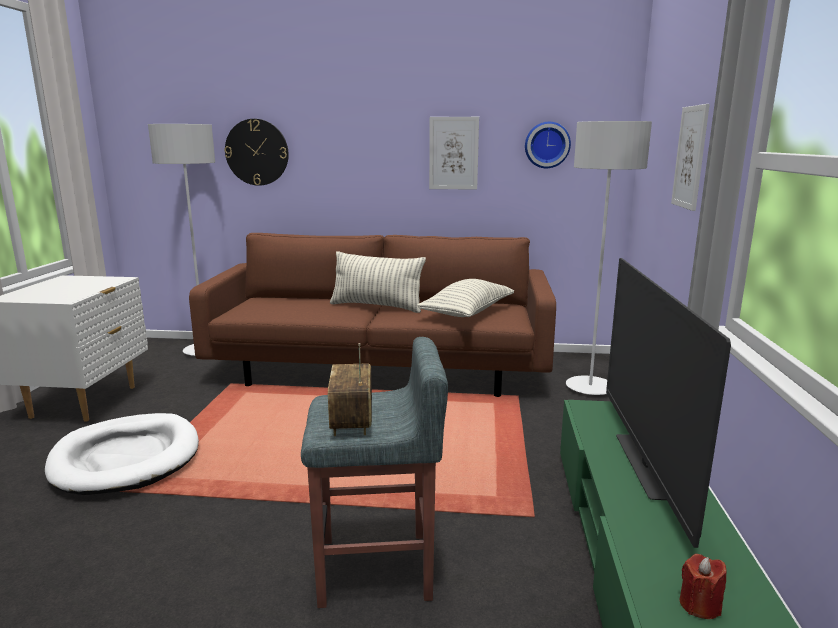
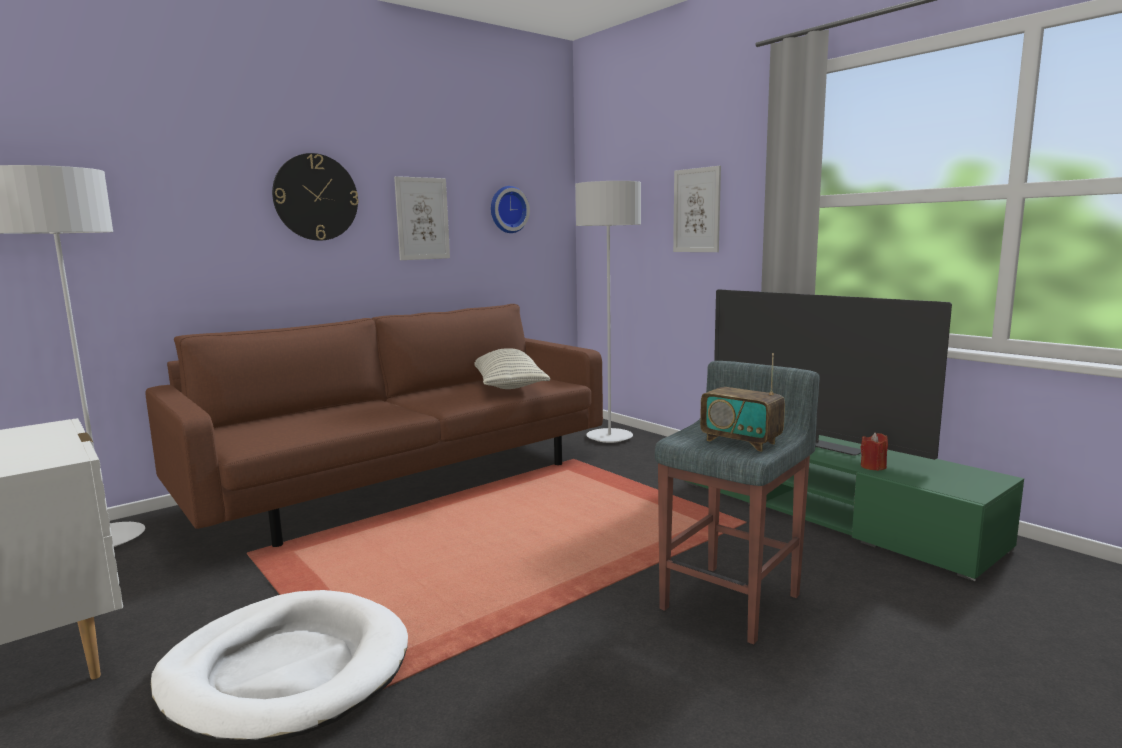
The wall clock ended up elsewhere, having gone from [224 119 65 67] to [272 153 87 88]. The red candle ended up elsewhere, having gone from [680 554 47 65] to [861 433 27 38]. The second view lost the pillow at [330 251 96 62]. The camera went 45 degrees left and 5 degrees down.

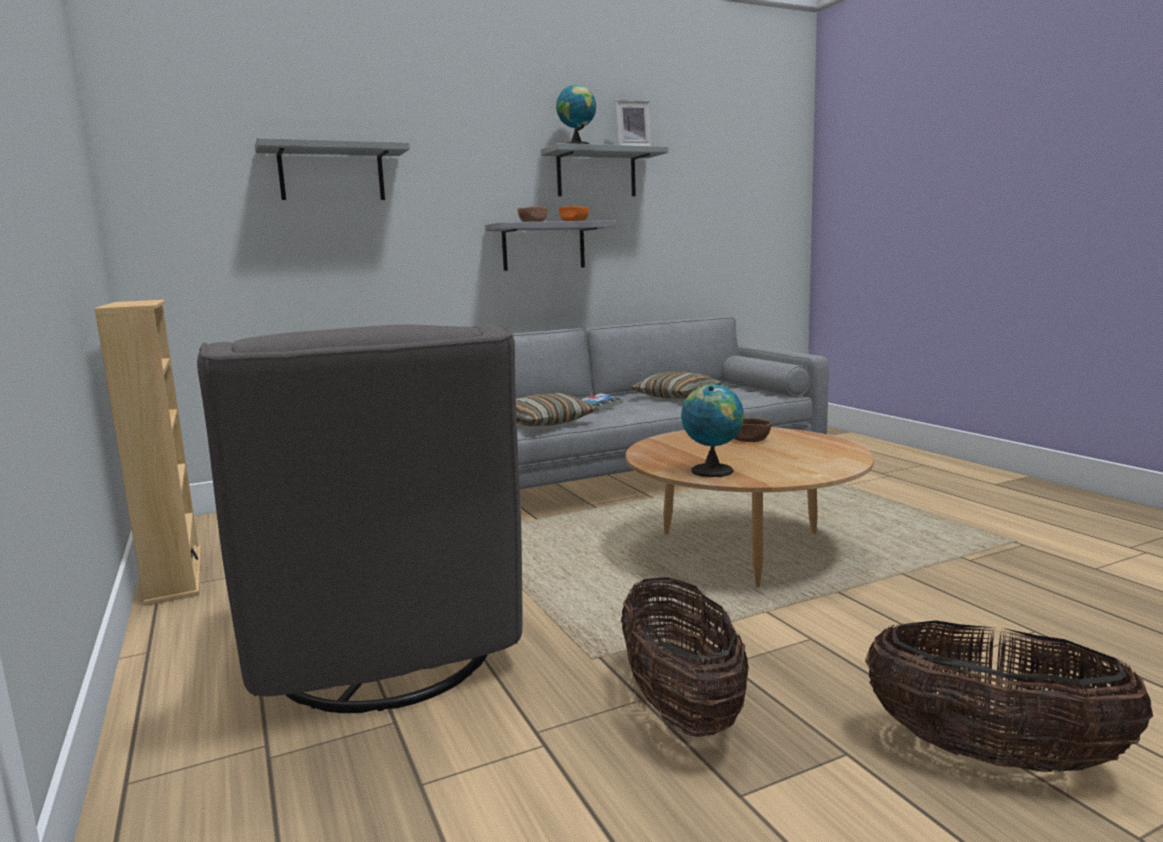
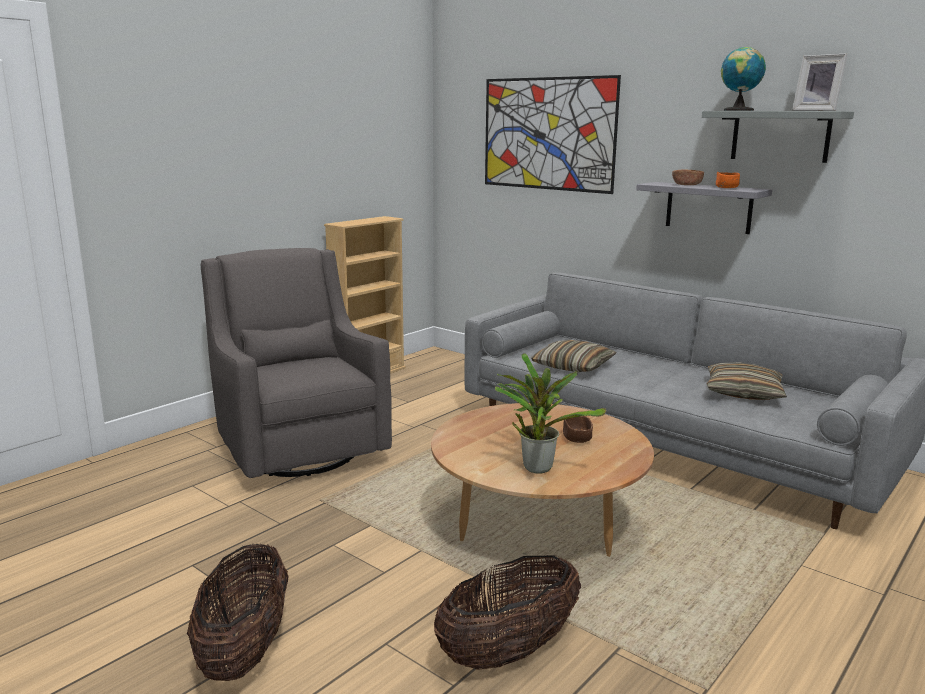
The grey armchair at [197 324 326 389] ended up facing another way, 105 degrees clockwise from before. The basket ended up elsewhere, having gone from [621 577 128 160] to [434 555 147 115]. Where the grey shelf hung at [255 138 155 62], the picture came to hang at [485 75 136 119]. The second view gained the potted plant at [495 353 111 121]. The second view lost the book at [580 393 43 18]. The second view lost the globe at [681 384 63 93]. The camera went 65 degrees right and 5 degrees up.

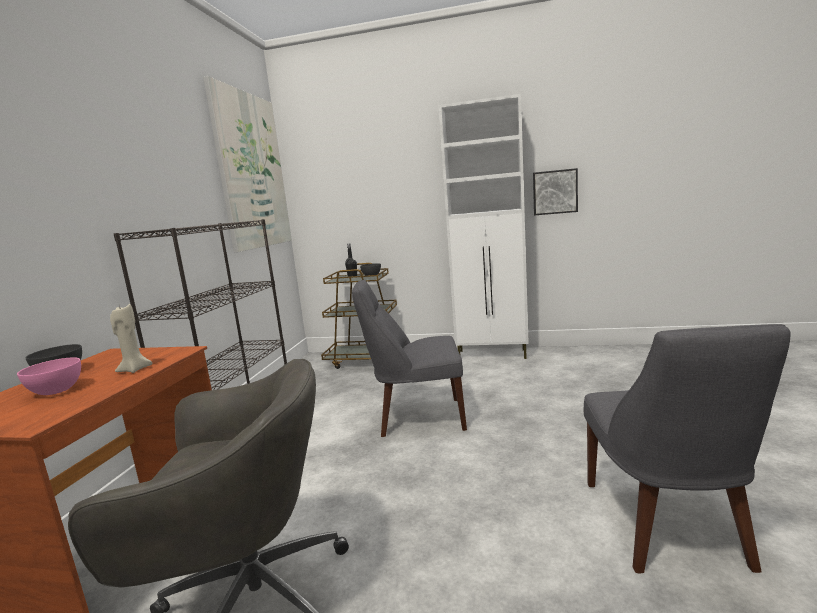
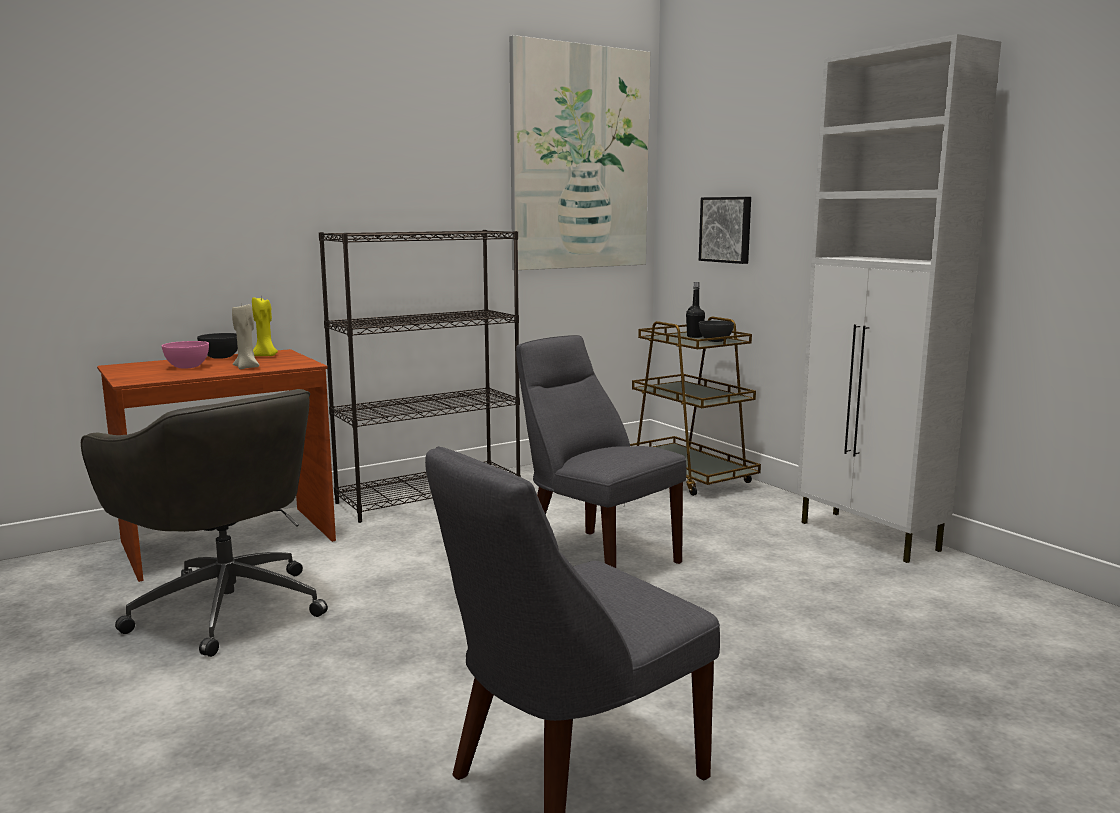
The second view gained the yellow candle at [252 297 26 59]. The picture ended up elsewhere, having gone from [533 168 45 47] to [699 197 52 67]. The camera went 45 degrees right and 0 degrees up.

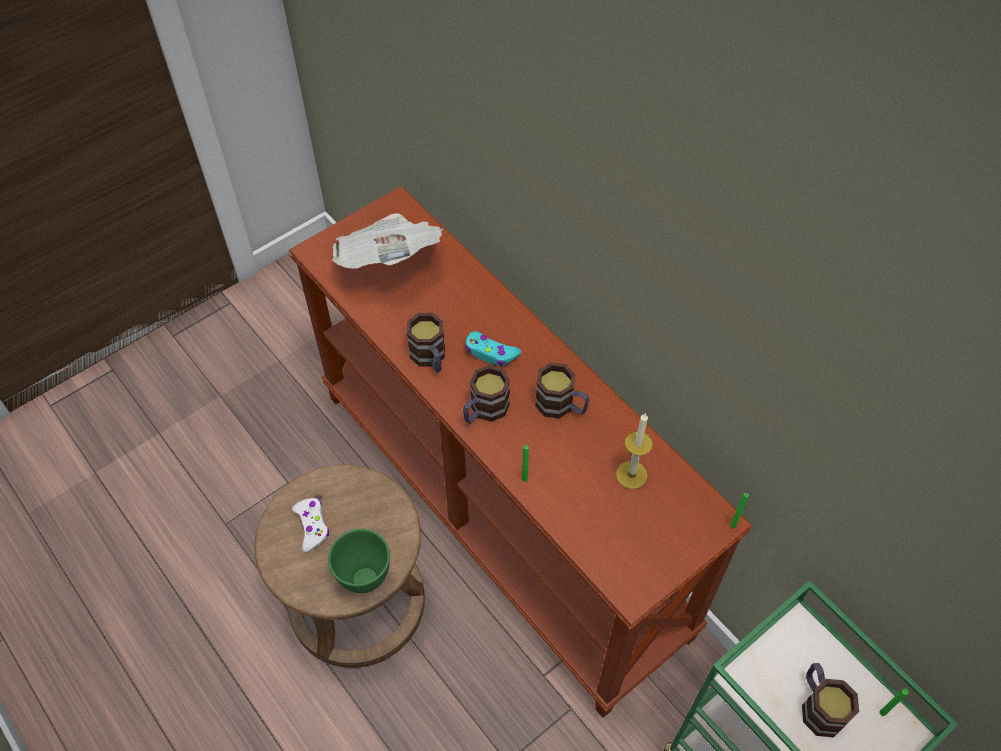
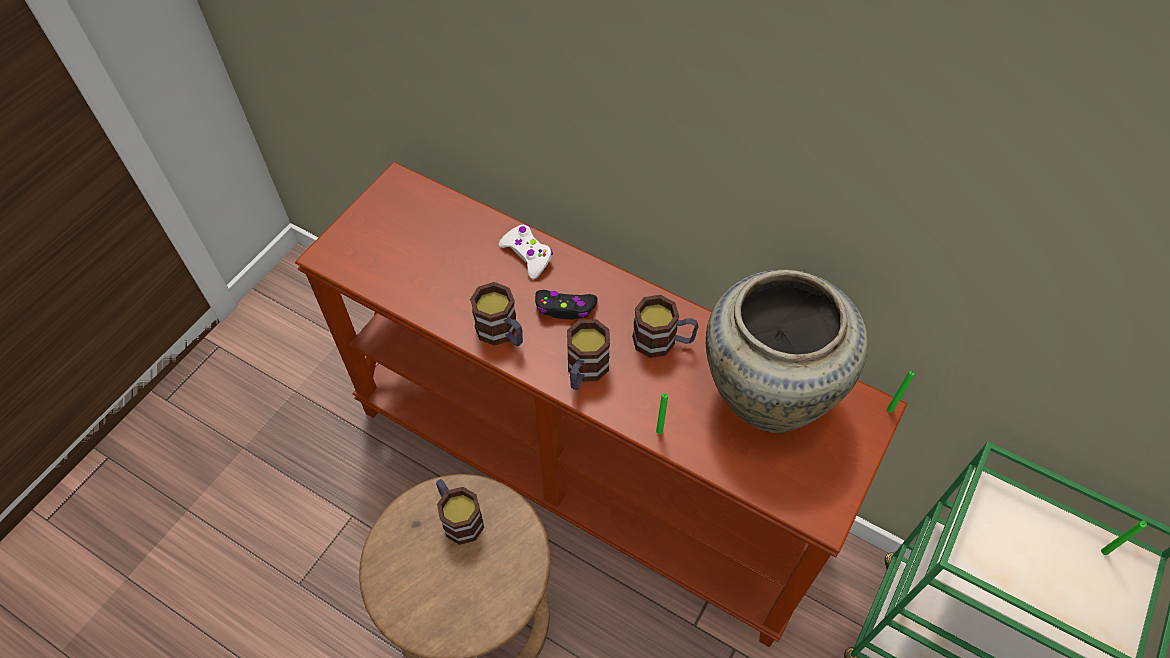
The mug ended up elsewhere, having gone from [802 663 57 74] to [436 479 48 66]. The white game controller ended up elsewhere, having gone from [292 498 37 54] to [499 225 54 54]. What was the turquoise game controller at [465 331 56 35] turned into the black game controller at [535 290 63 30]. Where the candle stood at [616 414 37 75], the beige vase came to stand at [706 270 162 163]. The second view lost the green bowl at [328 529 62 64]. The second view lost the newspaper at [332 213 111 56]. The camera went 20 degrees left and 0 degrees up.

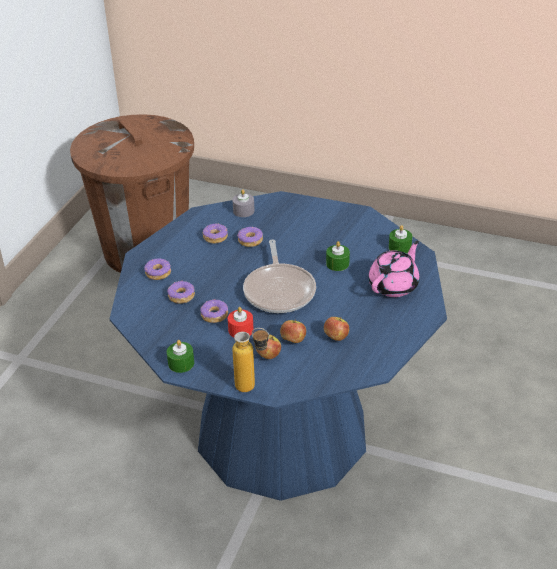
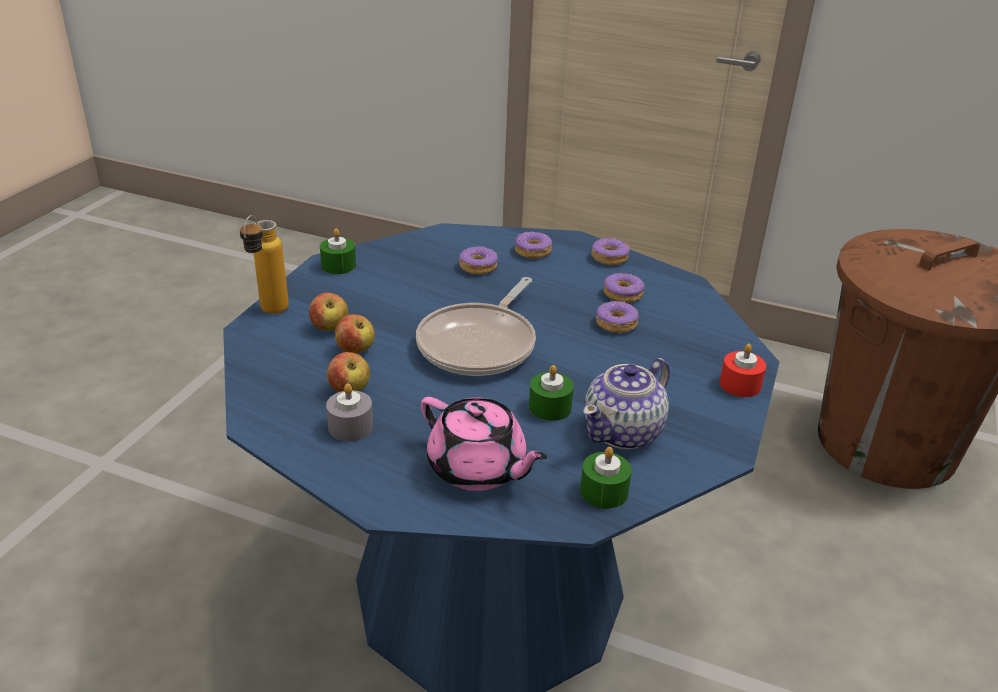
The grey candle ended up elsewhere, having gone from [232 189 23 28] to [326 383 47 58]. The frying pan at [243 239 73 74] ended up facing another way, 60 degrees counterclockwise from before. The second view gained the teapot at [583 358 87 91]. The donut ended up elsewhere, having gone from [200 299 28 24] to [591 238 39 27]. The red candle ended up elsewhere, having gone from [228 307 26 30] to [720 344 46 53]. The camera went 90 degrees right and 5 degrees down.

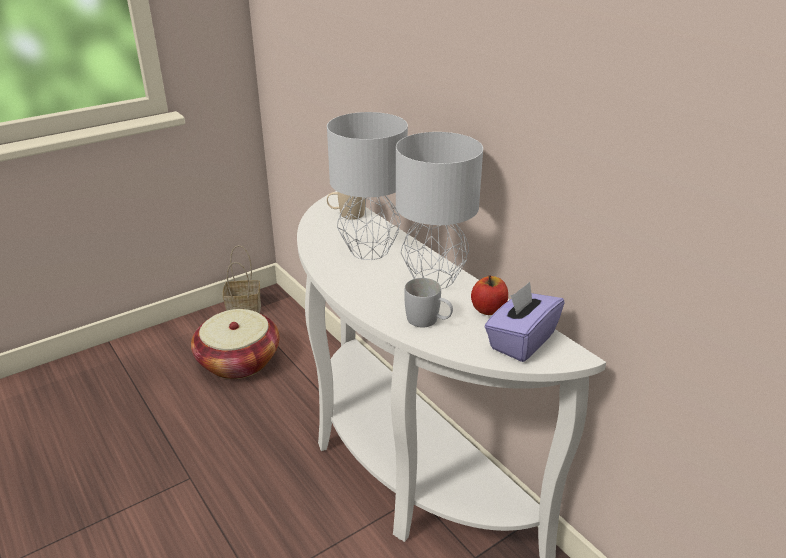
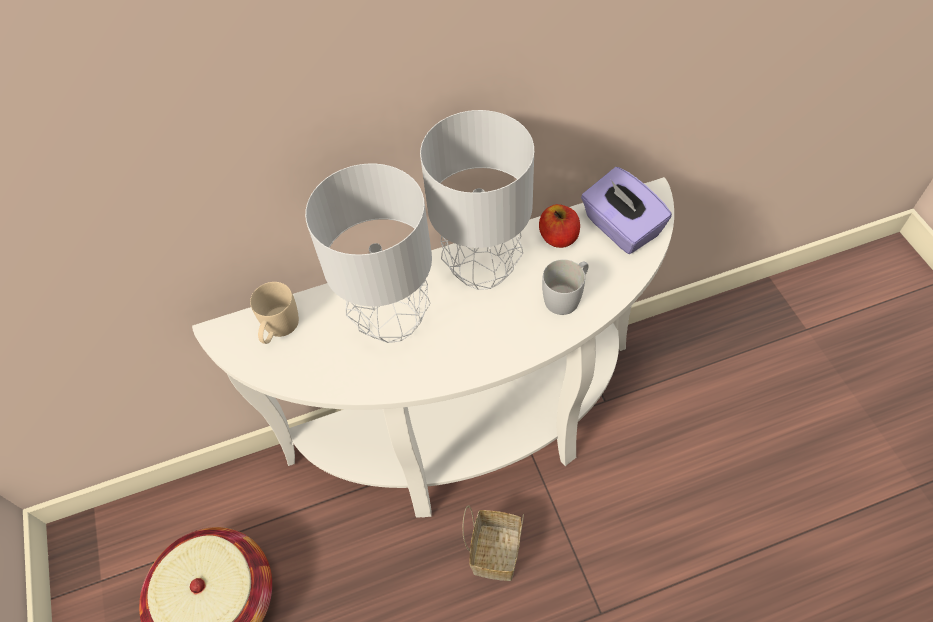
The basket ended up elsewhere, having gone from [223 245 38 68] to [462 505 62 76]. The camera went 70 degrees left and 25 degrees up.

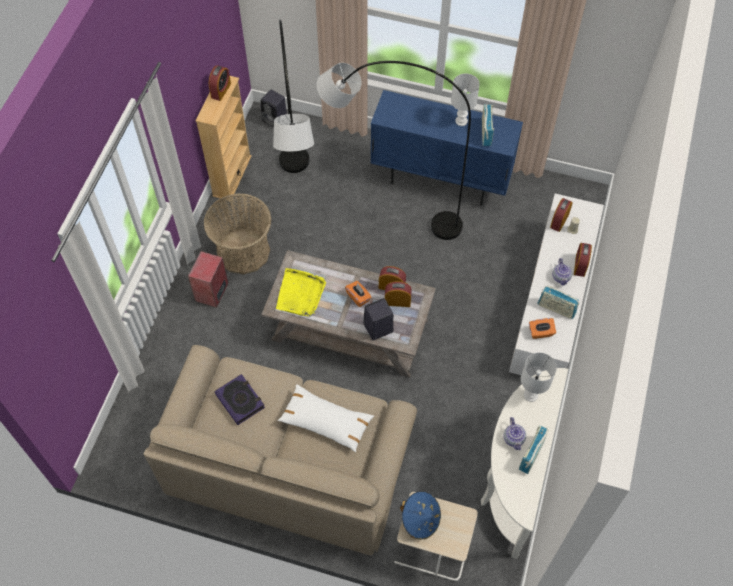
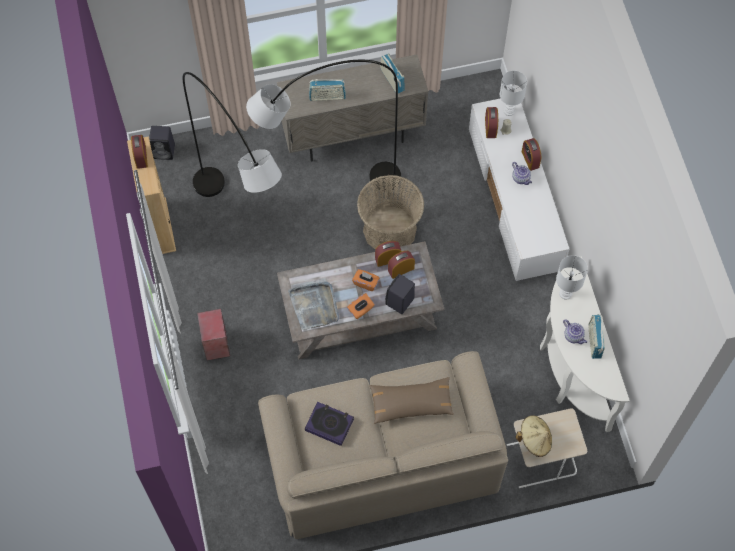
What was the blue cabinet at [370 90 153 116] turned into the beige cabinet at [277 54 151 108]. What was the yellow tray at [276 268 50 49] turned into the grey tray at [288 281 51 49]. The radio ended up elsewhere, having gone from [538 286 41 33] to [309 79 37 22]. The orange tissue box ended up elsewhere, having gone from [529 318 27 21] to [347 293 28 26]. The basket ended up elsewhere, having gone from [203 193 69 82] to [357 175 67 74]. What was the white pillow at [278 384 96 68] turned into the brown pillow at [369 377 85 47]. The white table lamp ended up elsewhere, having gone from [451 73 29 53] to [500 71 27 45]. What was the blue hat at [400 492 41 48] turned into the beige hat at [515 416 37 41]. The camera went 30 degrees left and 5 degrees up.

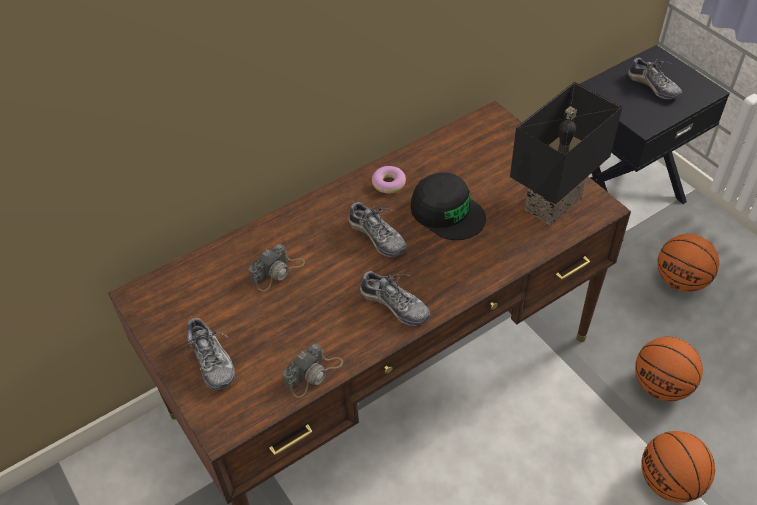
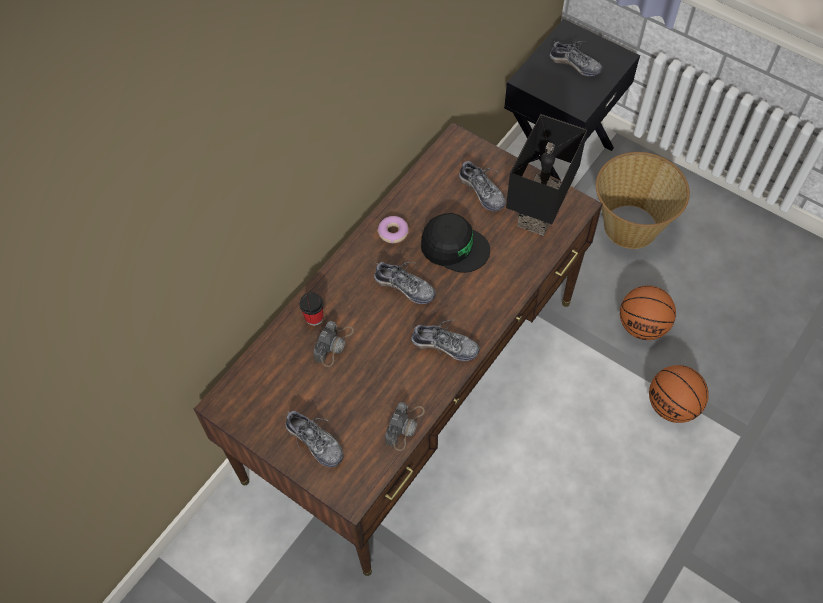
The second view gained the cup at [299 292 25 34]. The second view gained the shoe at [459 161 47 50]. Where the basketball stood at [657 234 62 58], the basket came to stand at [596 152 94 97]. The camera went 20 degrees left and 10 degrees up.

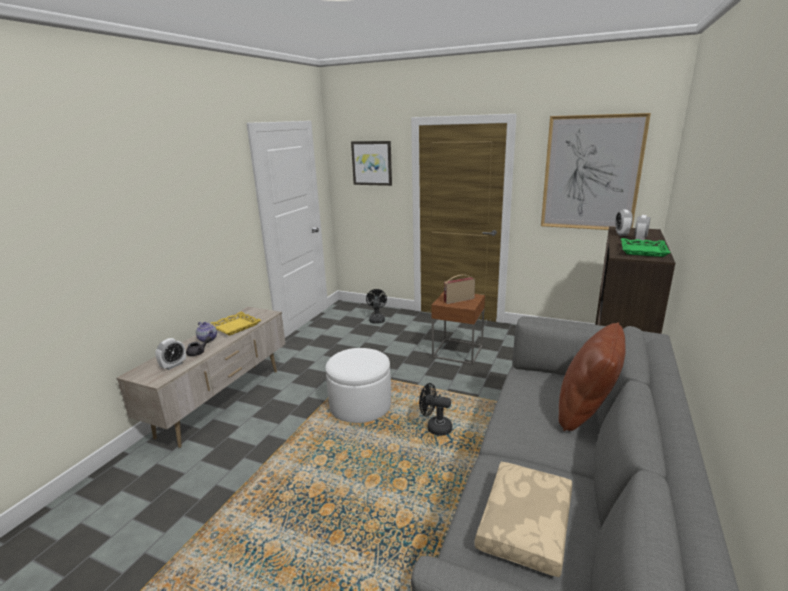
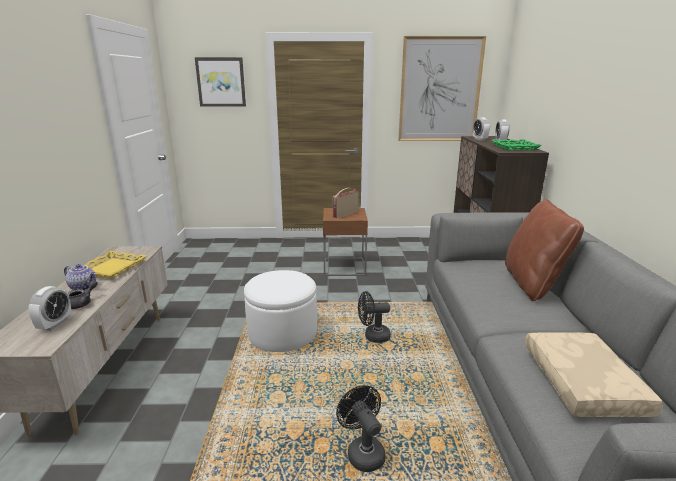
The black fan ended up elsewhere, having gone from [366 289 21 35] to [336 385 50 87]. The camera went 25 degrees left and 0 degrees up.

